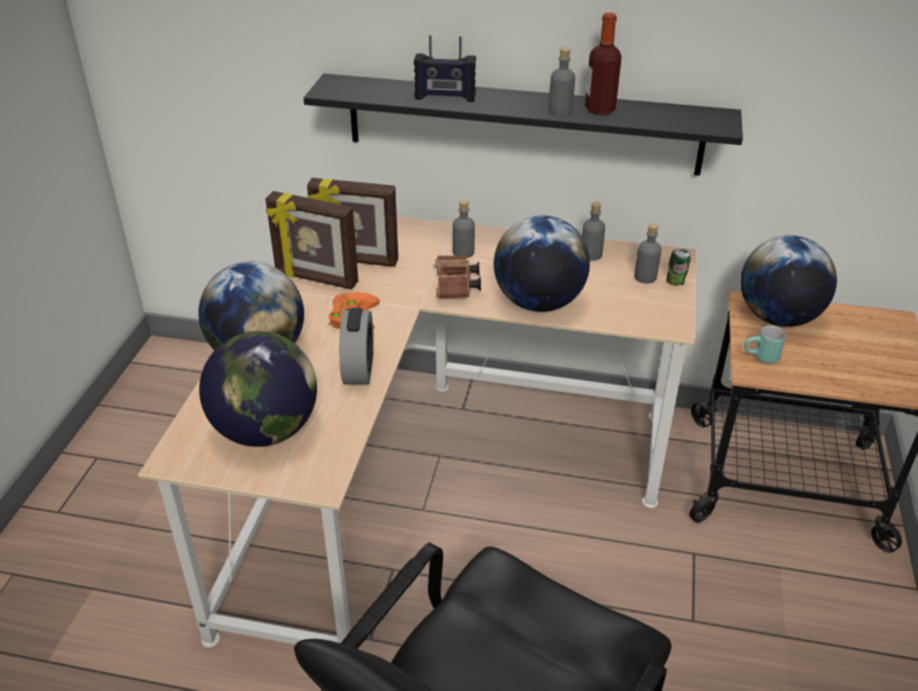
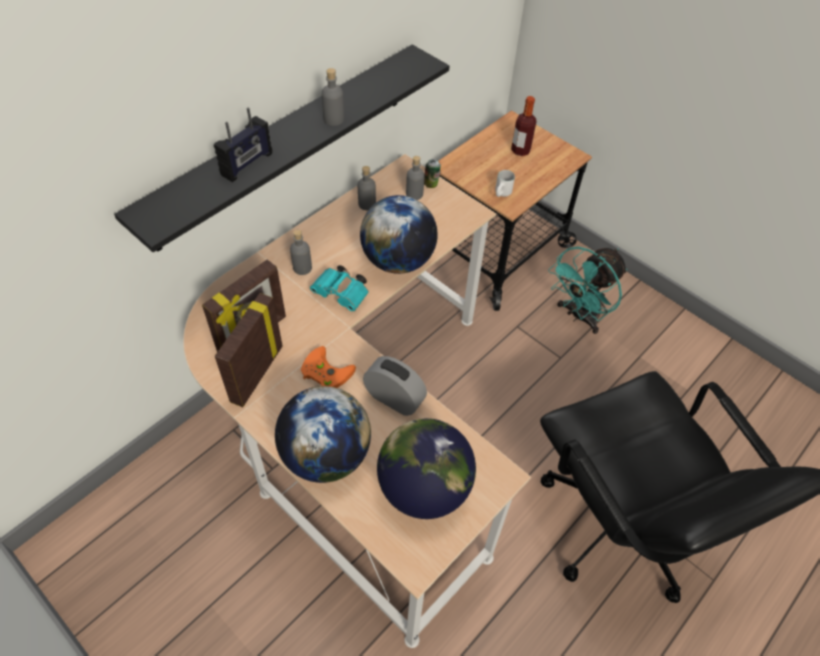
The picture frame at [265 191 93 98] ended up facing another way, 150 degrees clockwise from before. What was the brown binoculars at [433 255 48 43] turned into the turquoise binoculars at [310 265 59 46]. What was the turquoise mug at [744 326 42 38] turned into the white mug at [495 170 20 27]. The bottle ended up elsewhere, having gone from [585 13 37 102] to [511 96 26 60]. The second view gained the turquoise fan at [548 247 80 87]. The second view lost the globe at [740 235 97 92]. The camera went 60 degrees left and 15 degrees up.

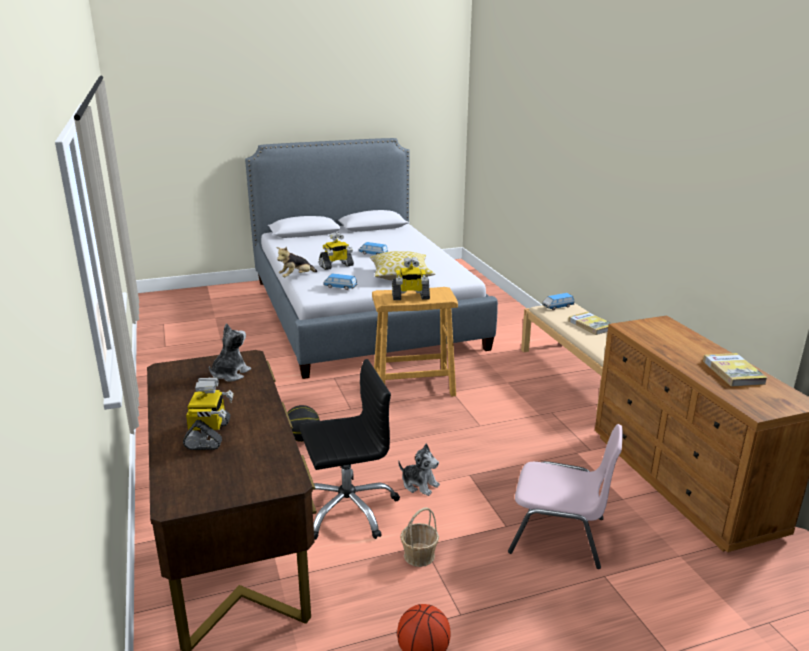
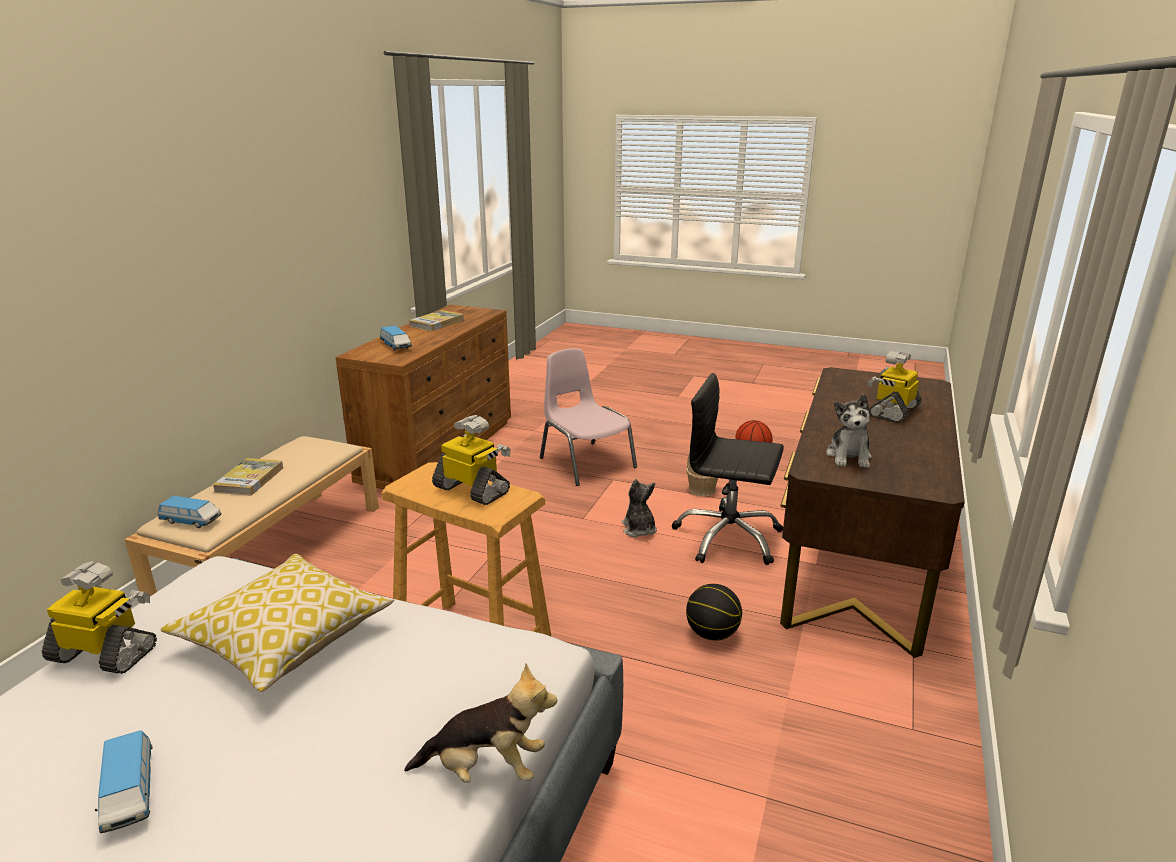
The toy robot ended up elsewhere, having gone from [319 232 35 38] to [41 561 116 113]. The toy car ended up elsewhere, having gone from [323 274 34 16] to [380 325 32 26]. The plush toy at [209 323 42 59] ended up facing another way, 60 degrees counterclockwise from before. The camera went 140 degrees left and 0 degrees up.

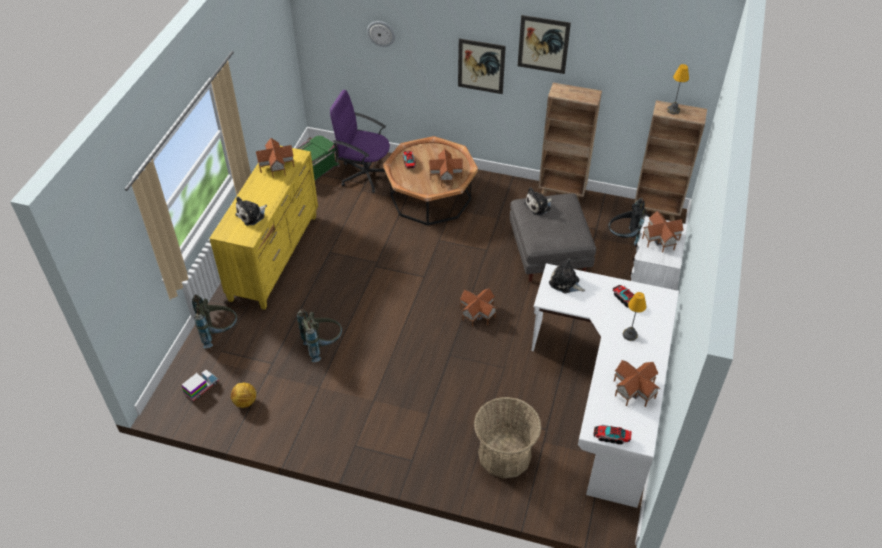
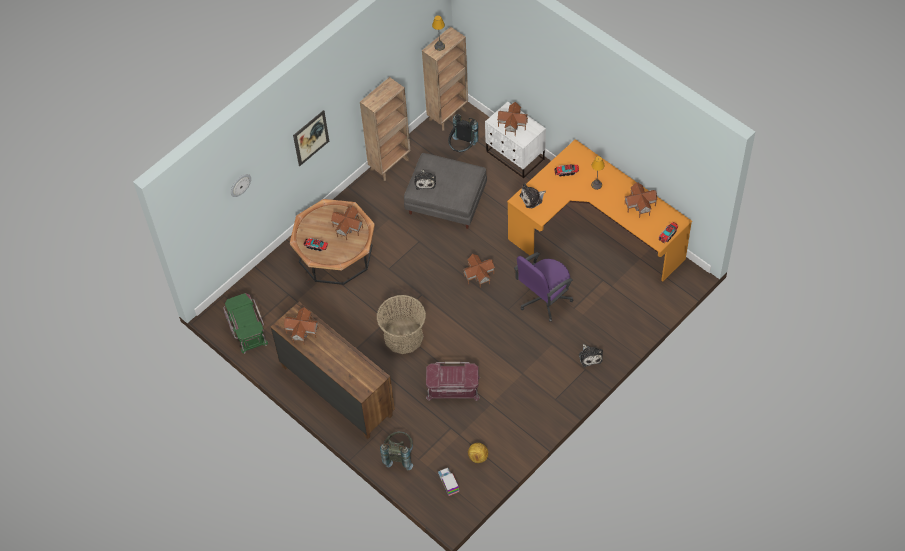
What was the yellow dresser at [209 146 109 164] turned into the brown dresser at [271 302 124 137]. The basket ended up elsewhere, having gone from [474 397 68 82] to [377 295 49 59]. Where the grey backpack stood at [297 309 45 53], the red storage box came to stand at [426 362 54 39]. What was the white desk at [532 263 147 245] turned into the orange desk at [507 139 185 143]. The purple office chair ended up elsewhere, having gone from [330 90 60 103] to [514 252 59 70]. The plush toy ended up elsewhere, having gone from [235 196 32 30] to [579 344 24 23]. The second view lost the picture at [518 15 53 59]. The camera went 60 degrees left and 10 degrees up.

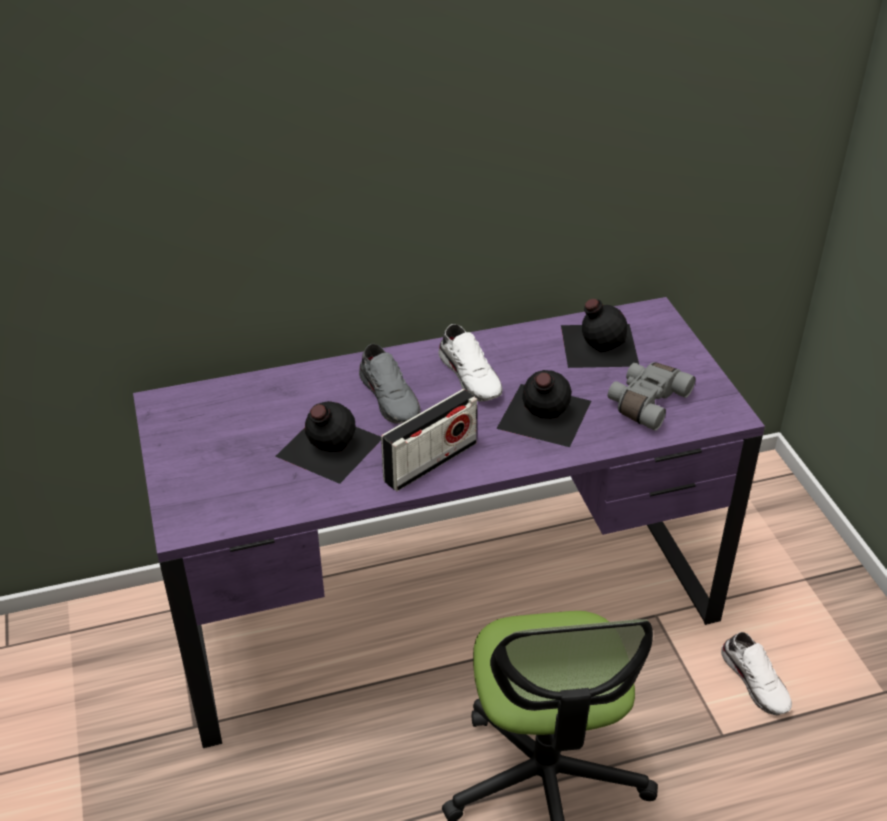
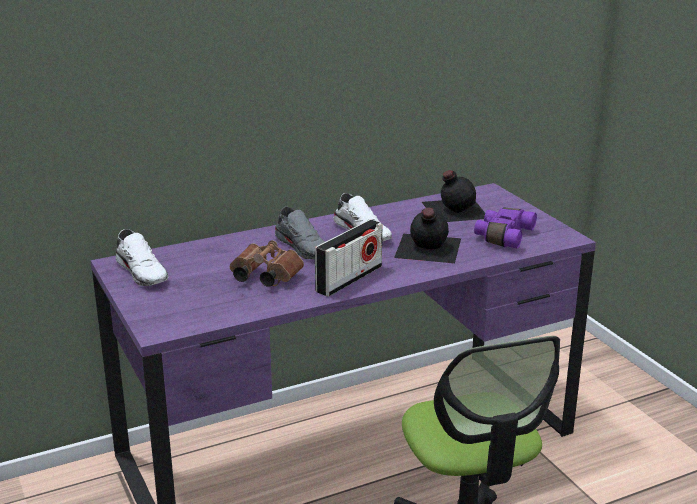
The white shoe ended up elsewhere, having gone from [721 632 71 83] to [116 229 53 57]. Where the black bottle stood at [275 401 106 83], the brown binoculars came to stand at [230 240 74 47]. What was the grey binoculars at [608 362 88 69] turned into the purple binoculars at [474 208 63 40]. The camera went 10 degrees left and 15 degrees down.

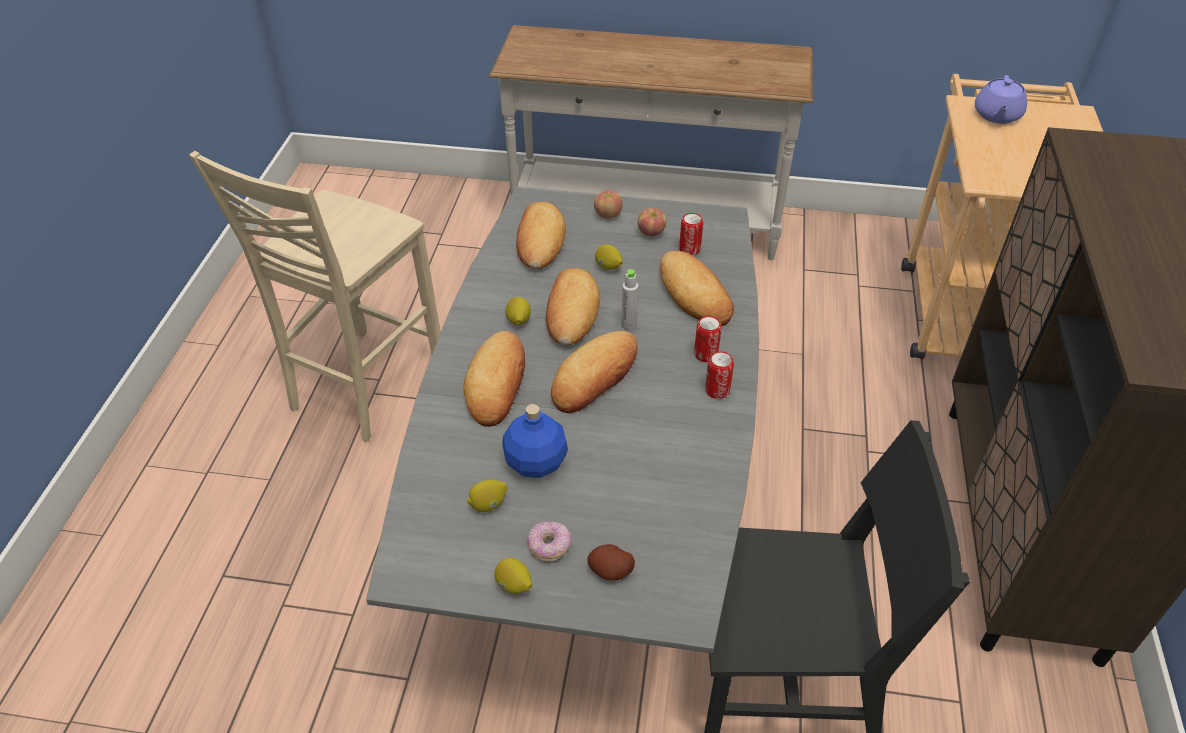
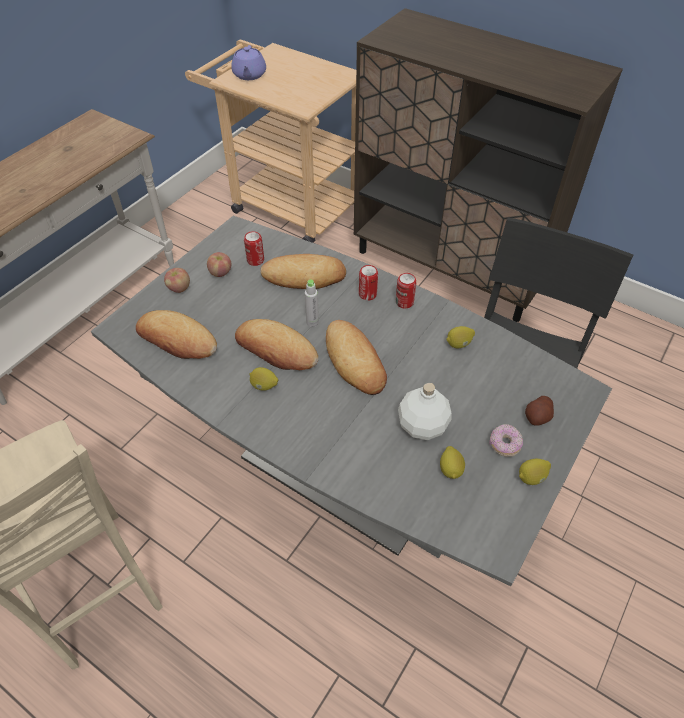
The purple teapot at [975 75 52 49] ended up facing another way, 45 degrees clockwise from before. What was the blue bottle at [502 404 66 74] turned into the white bottle at [398 383 54 57]. The lemon ended up elsewhere, having gone from [595 244 28 26] to [446 326 29 22]. The second view lost the bread at [464 331 61 96]. The camera went 65 degrees left and 5 degrees up.

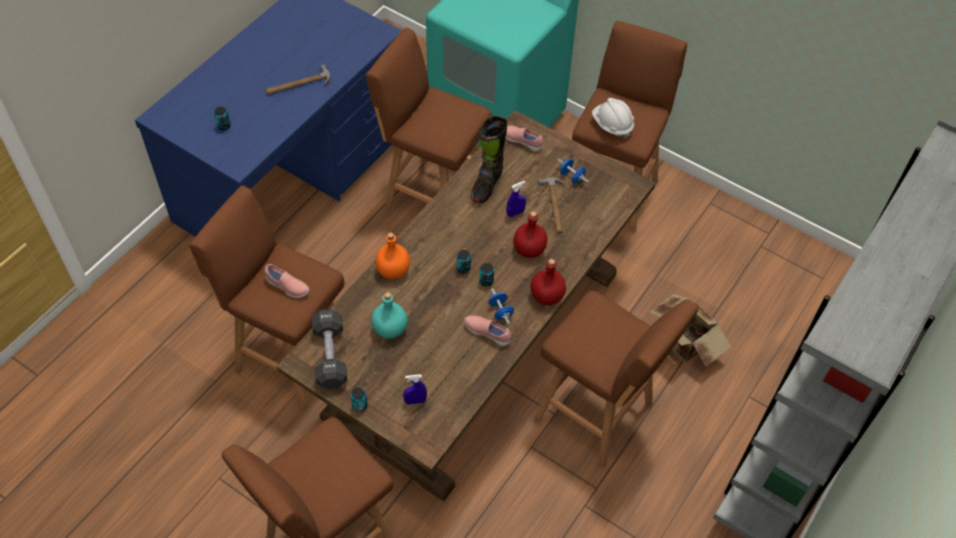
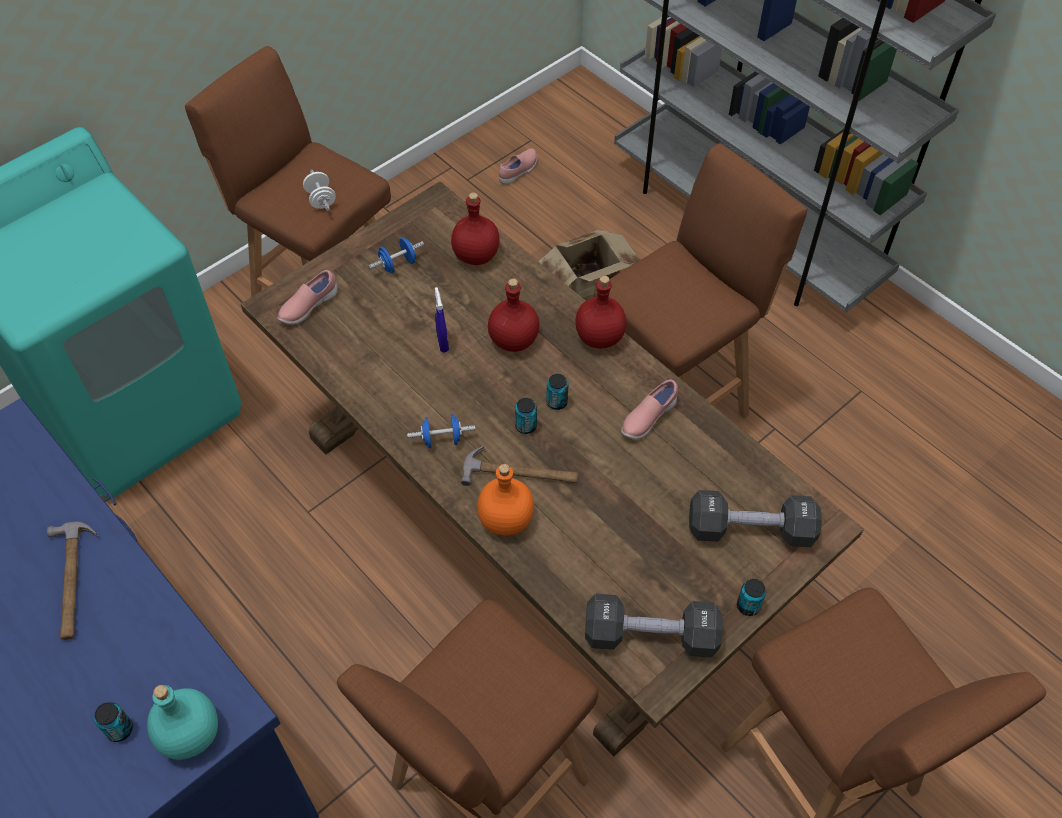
The turquoise bottle ended up elsewhere, having gone from [371 292 37 47] to [147 685 71 75]. Where the white hard hat stood at [592 98 42 40], the white dumbbell came to stand at [303 170 33 41]. The blue dumbbell ended up elsewhere, having gone from [488 288 26 37] to [407 414 68 34]. The second view gained the red bottle at [451 192 49 73]. The hammer ended up elsewhere, having gone from [538 177 27 57] to [461 446 117 40]. The pink shoe ended up elsewhere, having gone from [264 264 45 34] to [499 148 38 37]. Where the blue spray bottle stood at [403 374 24 31], the black dumbbell came to stand at [689 490 133 57]. The second view lost the brown stool at [366 28 126 185]. The second view lost the black boot at [471 116 37 88]. The camera went 75 degrees left and 0 degrees up.

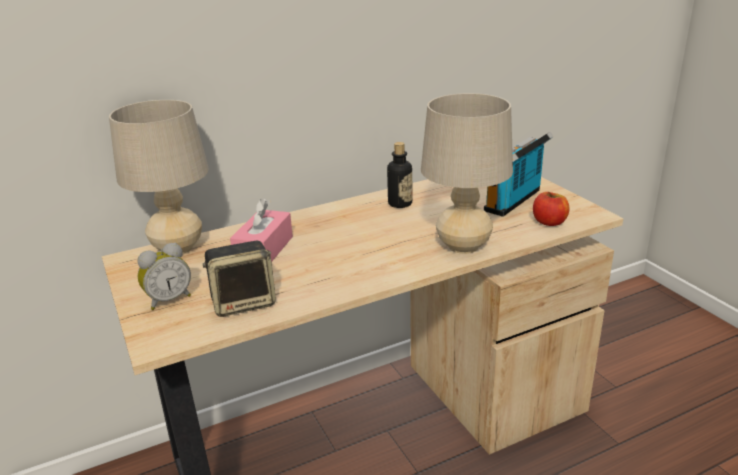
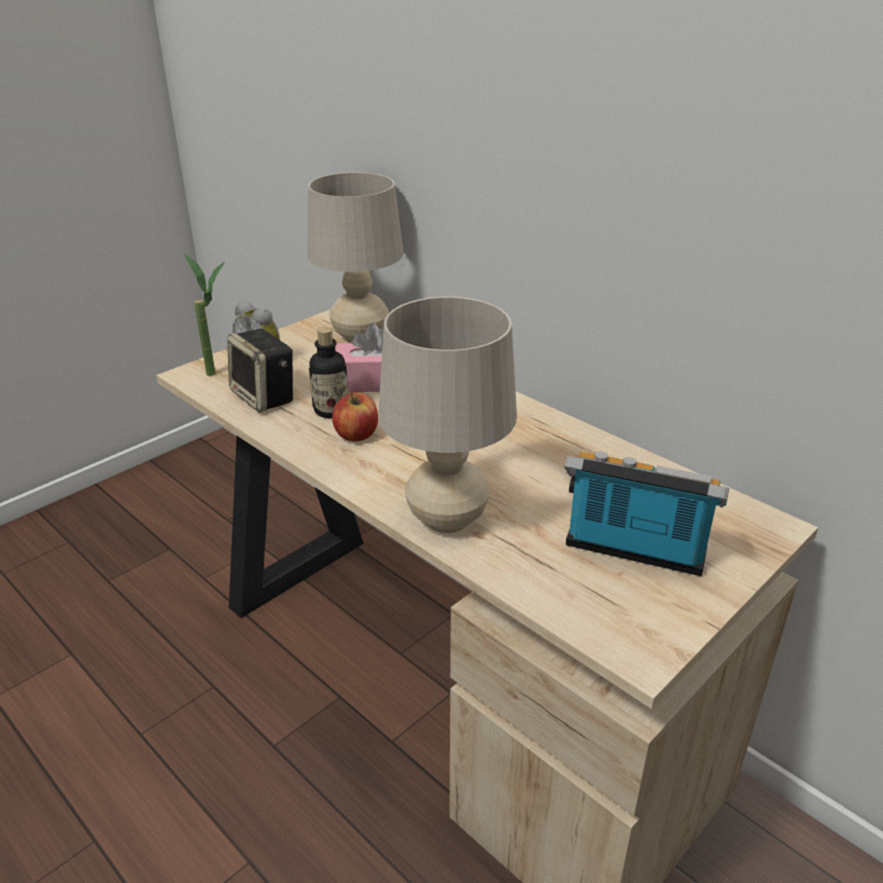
The second view gained the potted plant at [184 254 40 122]. The bottle ended up elsewhere, having gone from [387 142 25 66] to [309 327 39 91]. The apple ended up elsewhere, having gone from [533 192 36 34] to [332 392 46 50]. The camera went 70 degrees right and 5 degrees up.

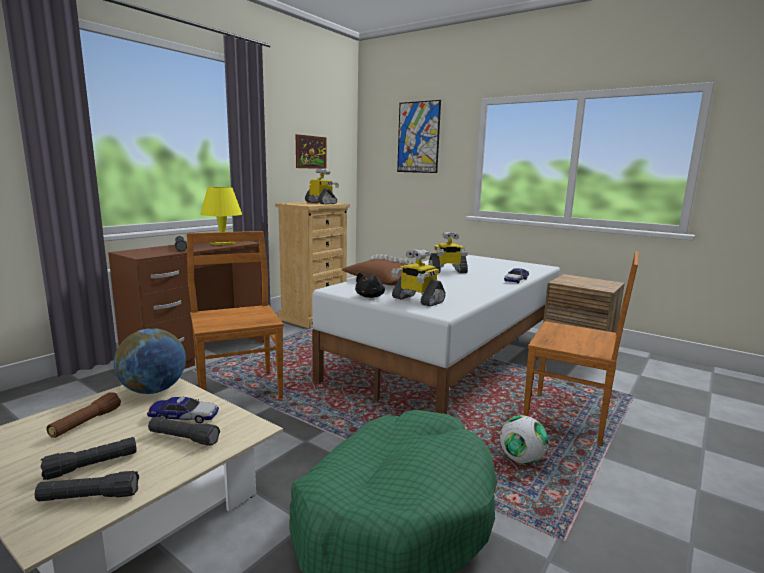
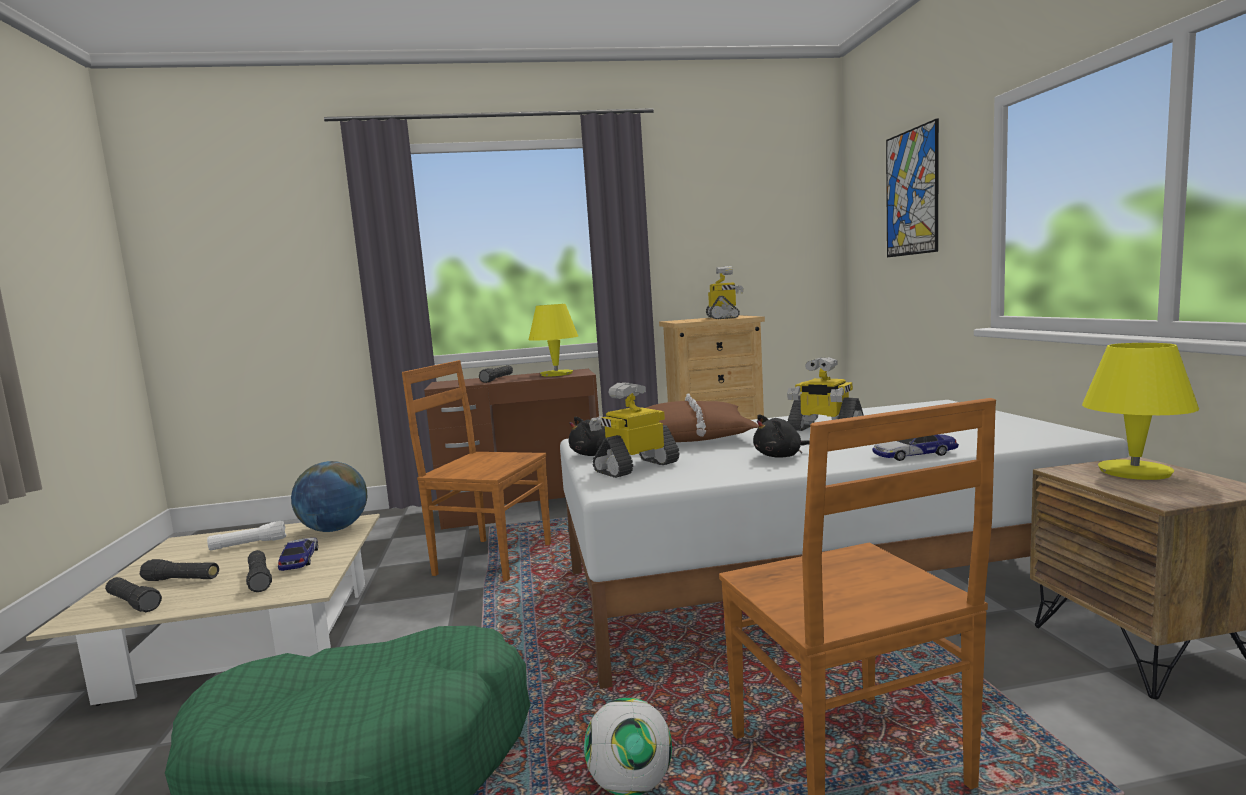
What was the brown flashlight at [47 393 74 45] turned into the white flashlight at [207 521 79 29]. The toy car at [147 396 72 27] ended up facing another way, 150 degrees counterclockwise from before. The brown chair at [187 231 97 168] ended up facing another way, 90 degrees counterclockwise from before. The toy robot at [391 249 54 58] ended up facing another way, 60 degrees clockwise from before. The second view gained the black plush toy at [753 415 57 43]. The second view gained the yellow table lamp at [1082 343 117 137]. The second view lost the picture at [296 134 30 35]. The camera went 45 degrees right and 5 degrees down.

